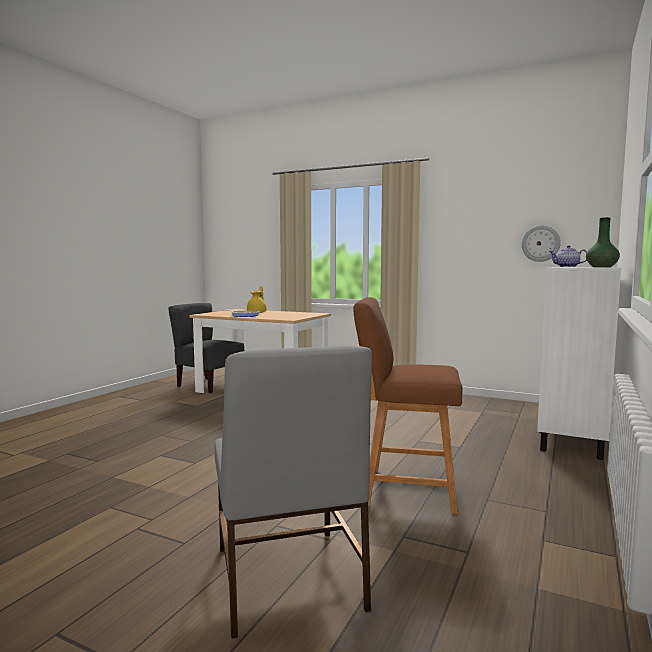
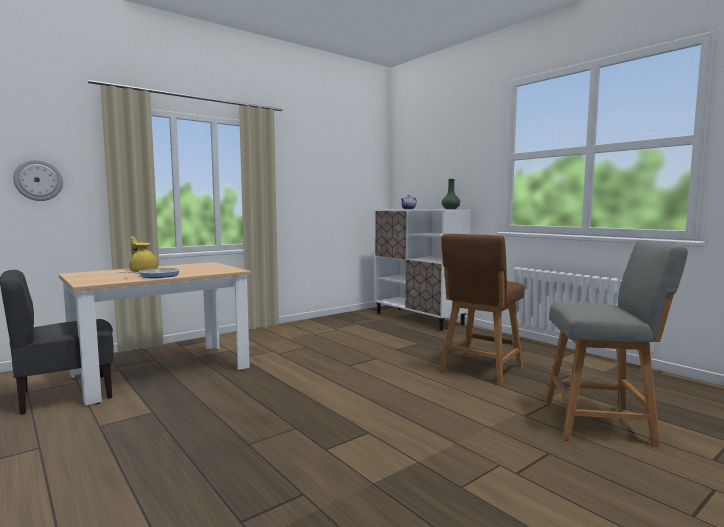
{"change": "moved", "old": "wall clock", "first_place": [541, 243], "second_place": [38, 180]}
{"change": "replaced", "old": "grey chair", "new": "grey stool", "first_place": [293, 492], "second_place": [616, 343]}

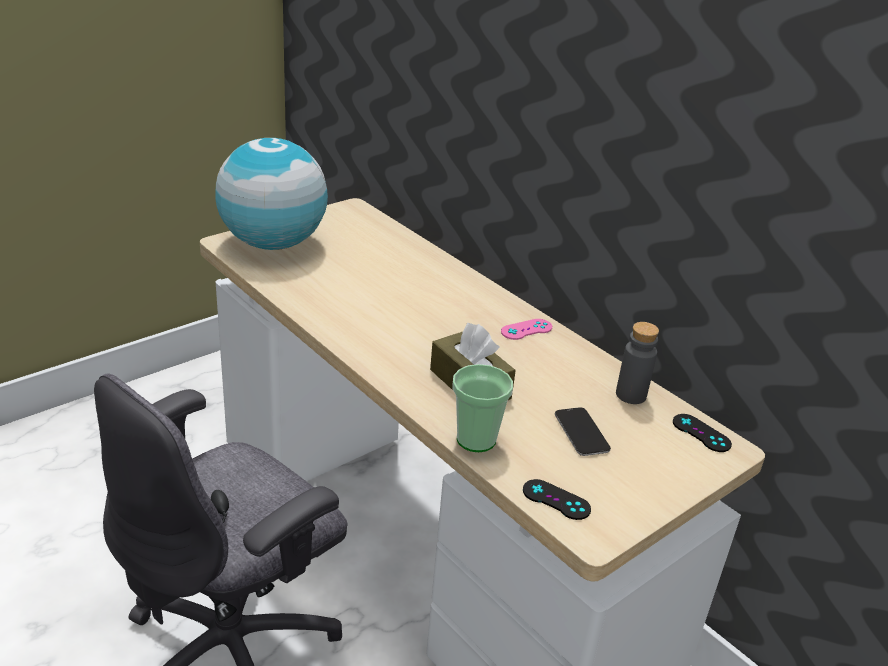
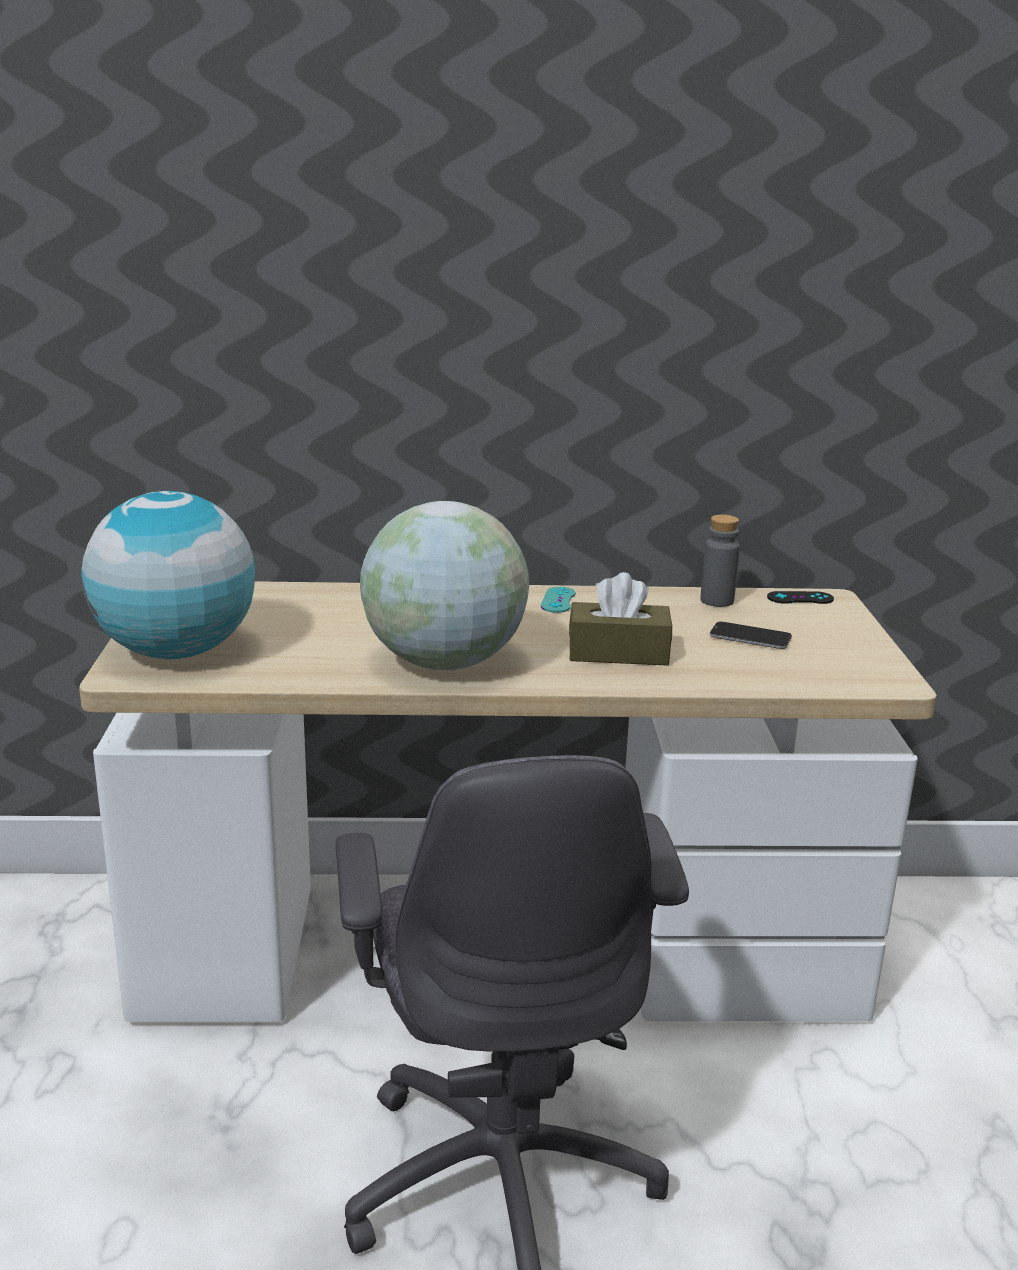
{"change": "removed", "old": "cup", "first_place": [482, 408]}
{"change": "removed", "old": "black game controller", "first_place": [557, 499]}
{"change": "added", "new": "globe", "second_place": [444, 585]}
{"change": "recoloured", "old": "pink game controller", "new": "turquoise game controller", "first_place": [526, 329], "second_place": [558, 600]}

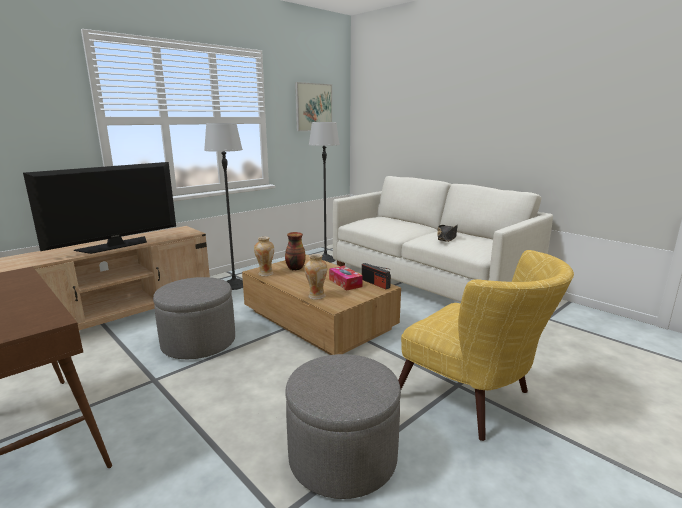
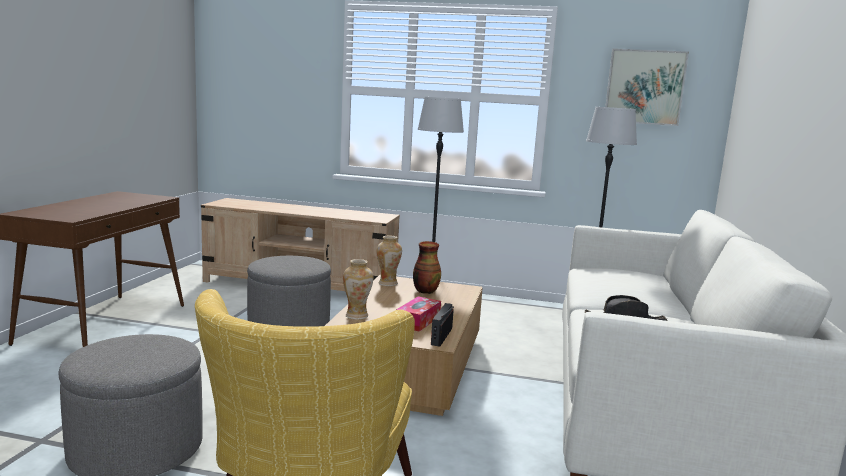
{"change": "removed", "old": "television", "first_place": [99, 208]}

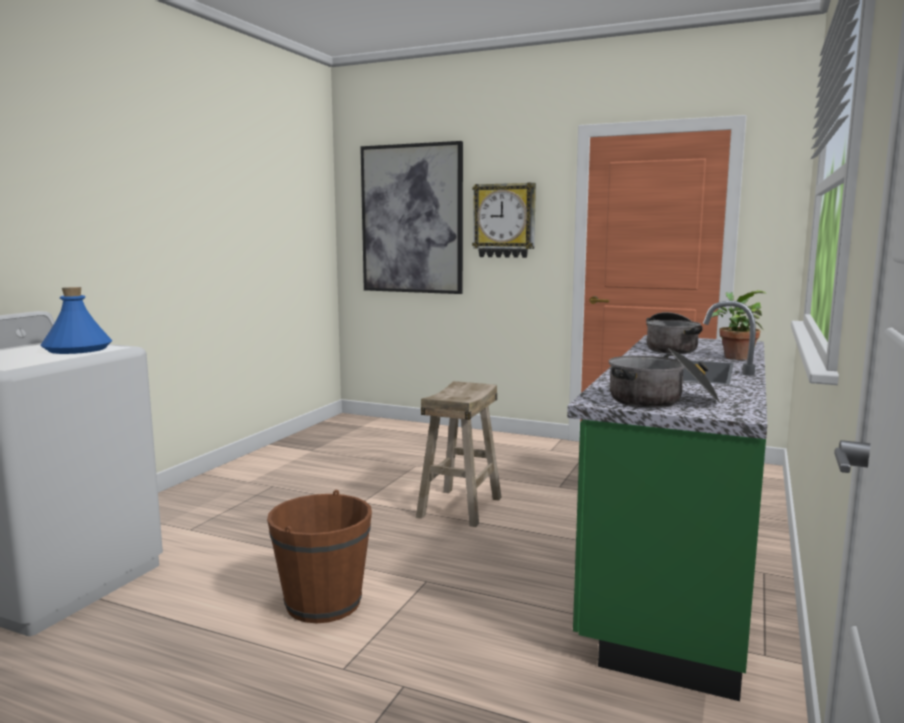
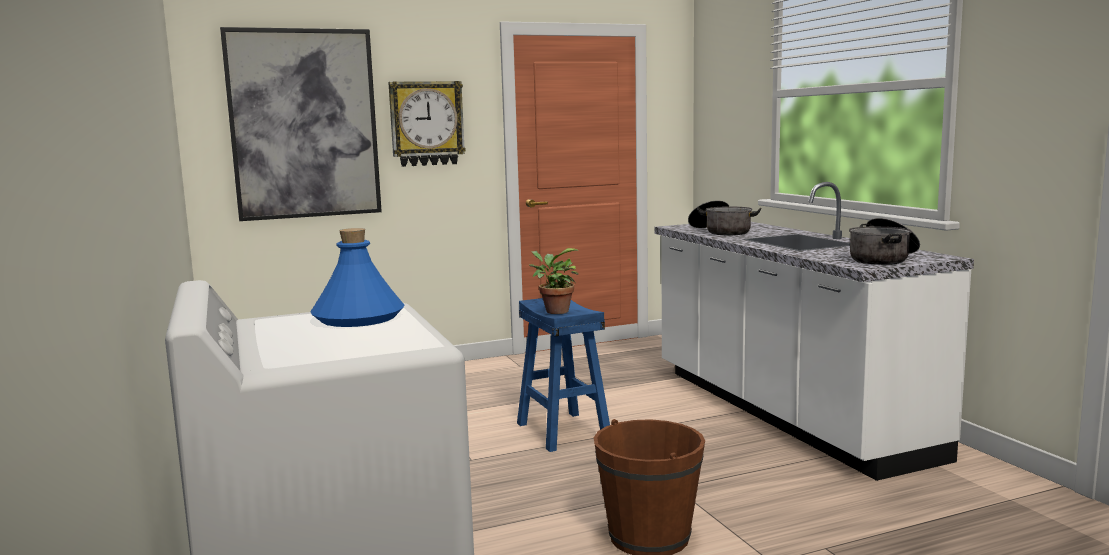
{"change": "moved", "old": "potted plant", "first_place": [738, 325], "second_place": [554, 281]}
{"change": "recoloured", "old": "beige stool", "new": "blue stool", "first_place": [459, 454], "second_place": [563, 375]}
{"change": "recoloured", "old": "green counter", "new": "white counter", "first_place": [667, 501], "second_place": [814, 331]}

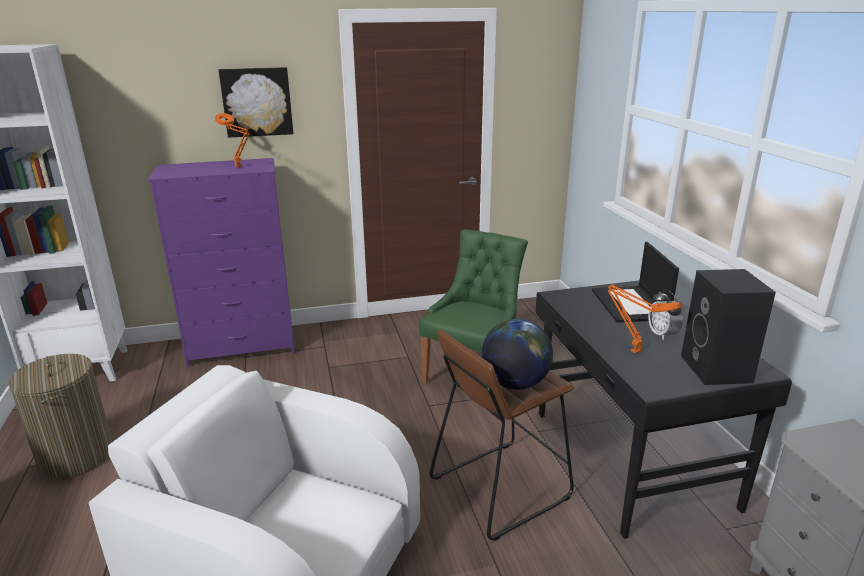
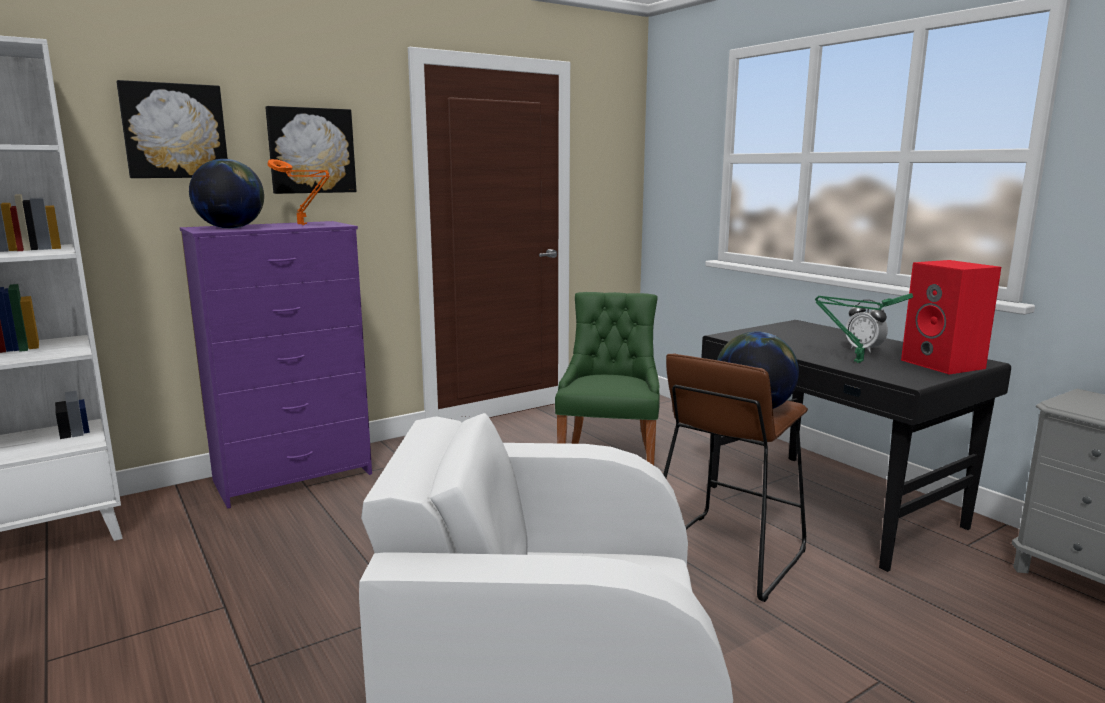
{"change": "removed", "old": "laundry basket", "first_place": [60, 416]}
{"change": "removed", "old": "laptop", "first_place": [635, 282]}
{"change": "added", "new": "picture", "second_place": [172, 129]}
{"change": "added", "new": "globe", "second_place": [226, 194]}
{"change": "recoloured", "old": "orange table lamp", "new": "green table lamp", "first_place": [644, 318], "second_place": [864, 328]}
{"change": "recoloured", "old": "black speaker", "new": "red speaker", "first_place": [728, 327], "second_place": [951, 317]}

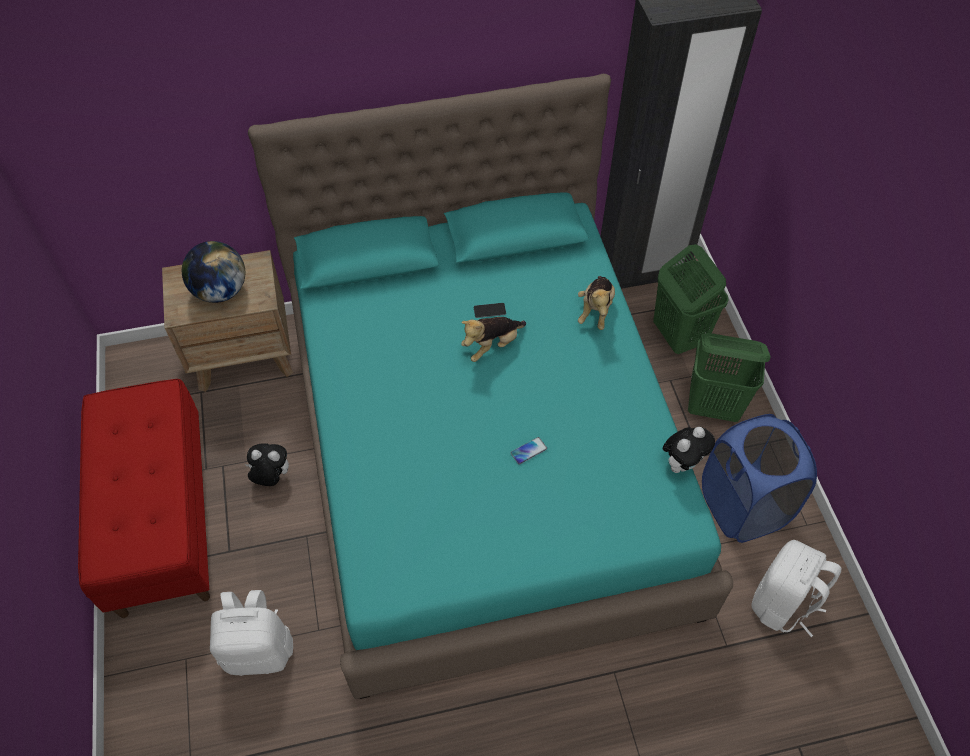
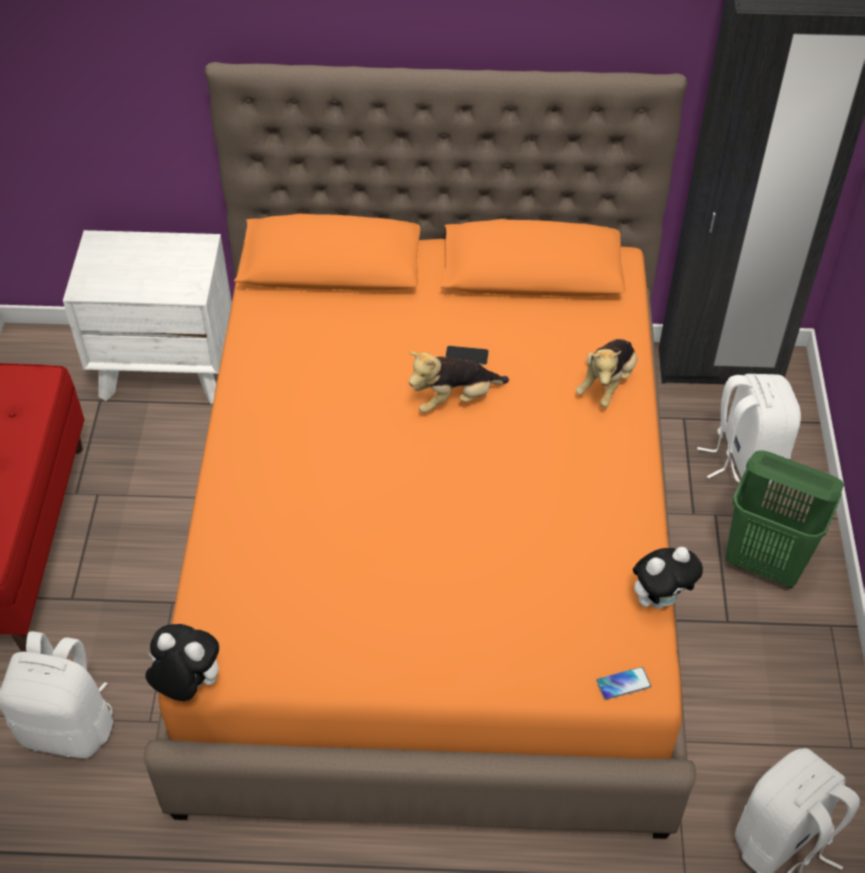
{"change": "removed", "old": "globe", "first_place": [213, 272]}
{"change": "removed", "old": "blue laundry basket", "first_place": [759, 478]}
{"change": "moved", "old": "plush toy", "first_place": [267, 464], "second_place": [182, 662]}
{"change": "moved", "old": "phone", "first_place": [529, 450], "second_place": [623, 683]}
{"change": "replaced", "old": "green laundry basket", "new": "white backpack", "first_place": [691, 299], "second_place": [749, 429]}
{"change": "recoloured", "old": "brown nightstand", "new": "white nightstand", "first_place": [227, 321], "second_place": [147, 317]}
{"change": "recoloured", "old": "turquoise bed", "new": "orange bed", "first_place": [490, 386], "second_place": [420, 450]}

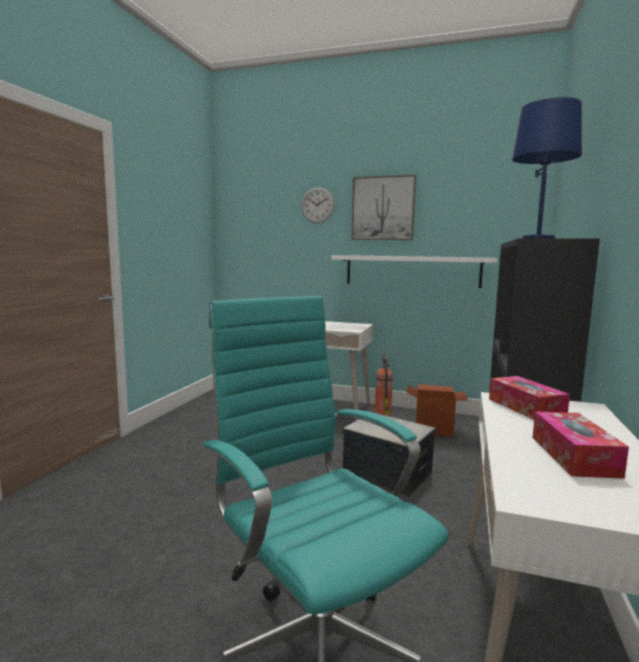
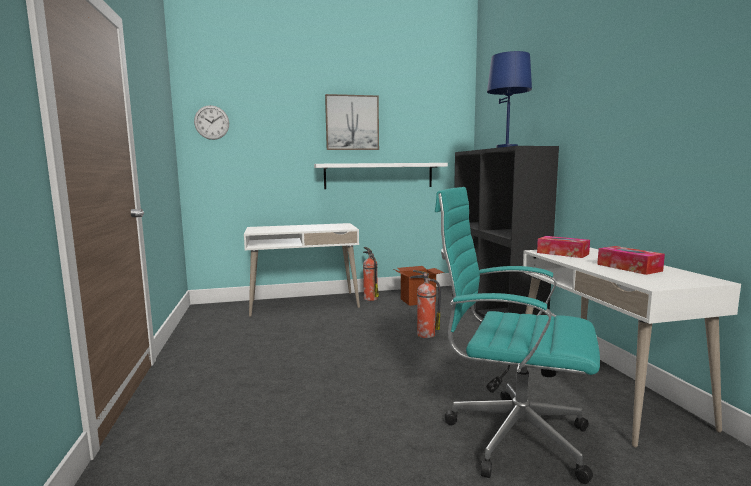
{"change": "moved", "old": "wall clock", "first_place": [317, 205], "second_place": [211, 122]}
{"change": "replaced", "old": "storage box", "new": "fire extinguisher", "first_place": [389, 456], "second_place": [425, 304]}

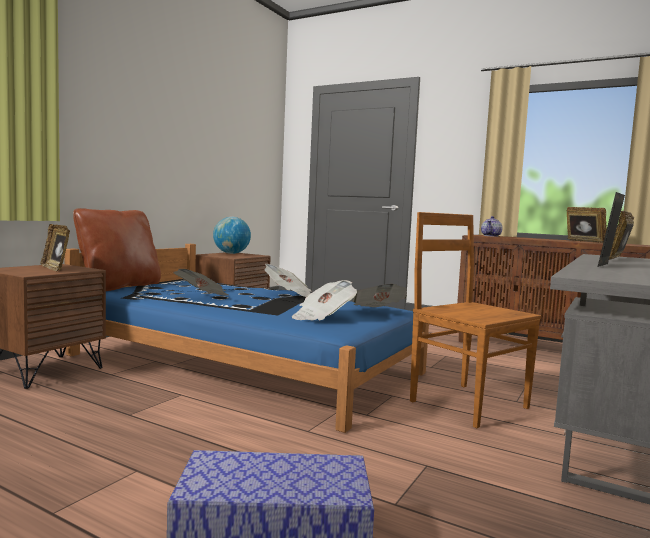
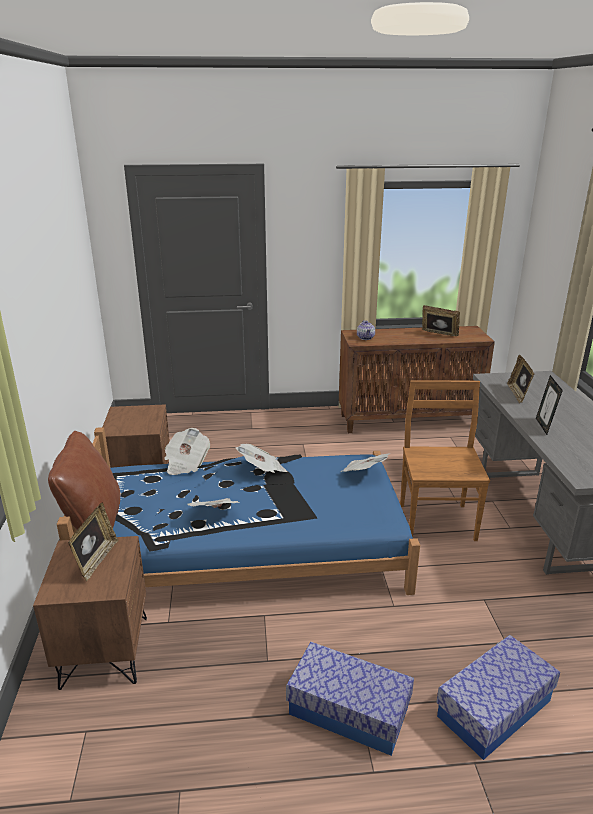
{"change": "removed", "old": "globe", "first_place": [232, 235]}
{"change": "added", "new": "storage box", "second_place": [350, 699]}
{"change": "moved", "old": "newspaper", "first_place": [324, 300], "second_place": [187, 451]}
{"change": "turned", "old": "picture frame", "first_place": [55, 248], "second_place": [93, 542], "degrees": -90}
{"change": "turned", "old": "brown chair", "first_place": [475, 320], "second_place": [445, 460], "degrees": 75}

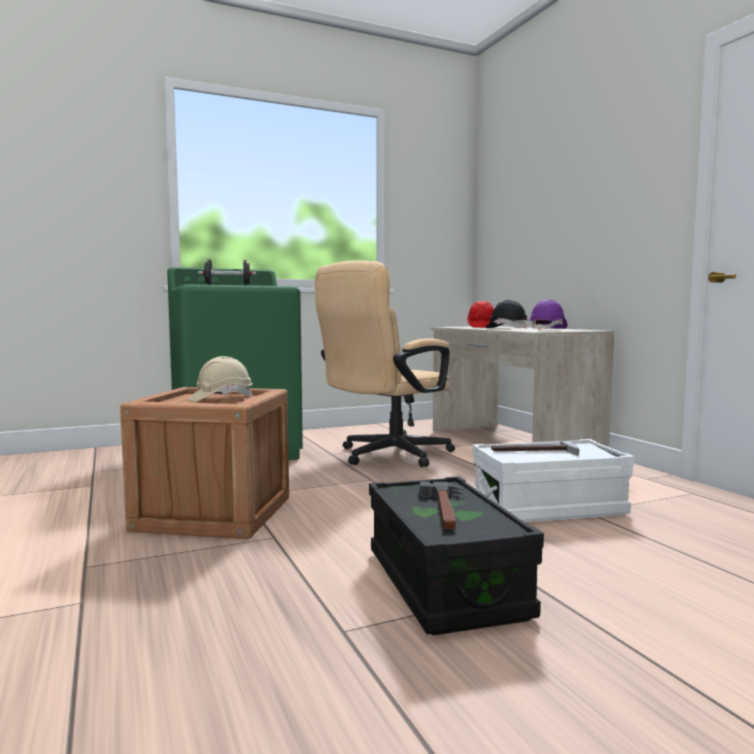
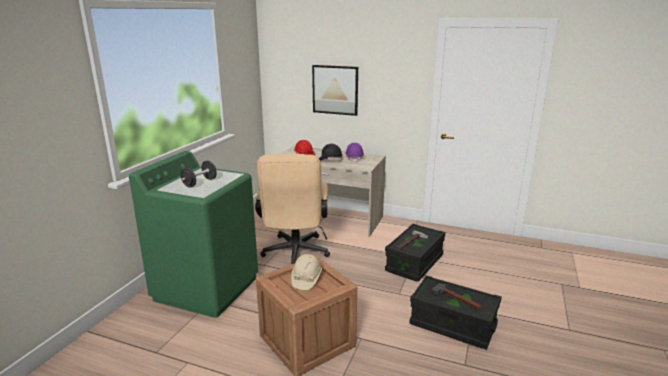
{"change": "added", "new": "picture", "second_place": [335, 90]}
{"change": "recoloured", "old": "white storage box", "new": "black storage box", "first_place": [553, 481], "second_place": [415, 253]}

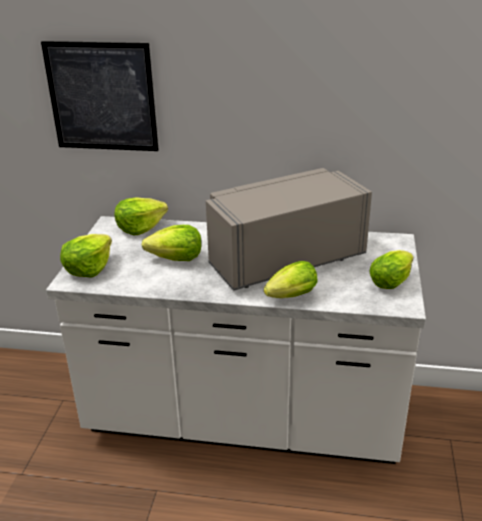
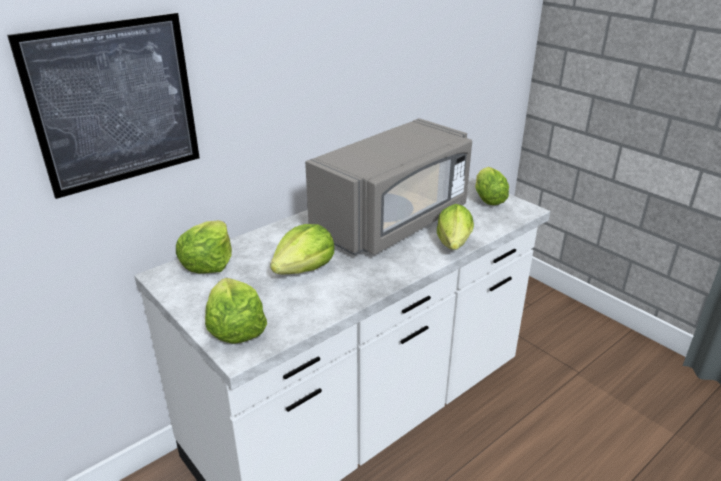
{"change": "turned", "old": "grey microwave", "first_place": [289, 229], "second_place": [388, 187], "degrees": -150}

